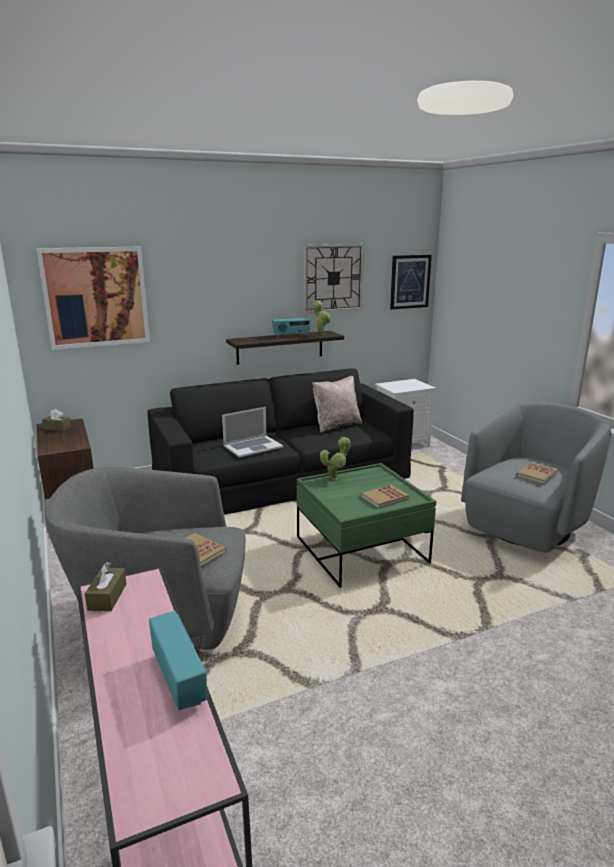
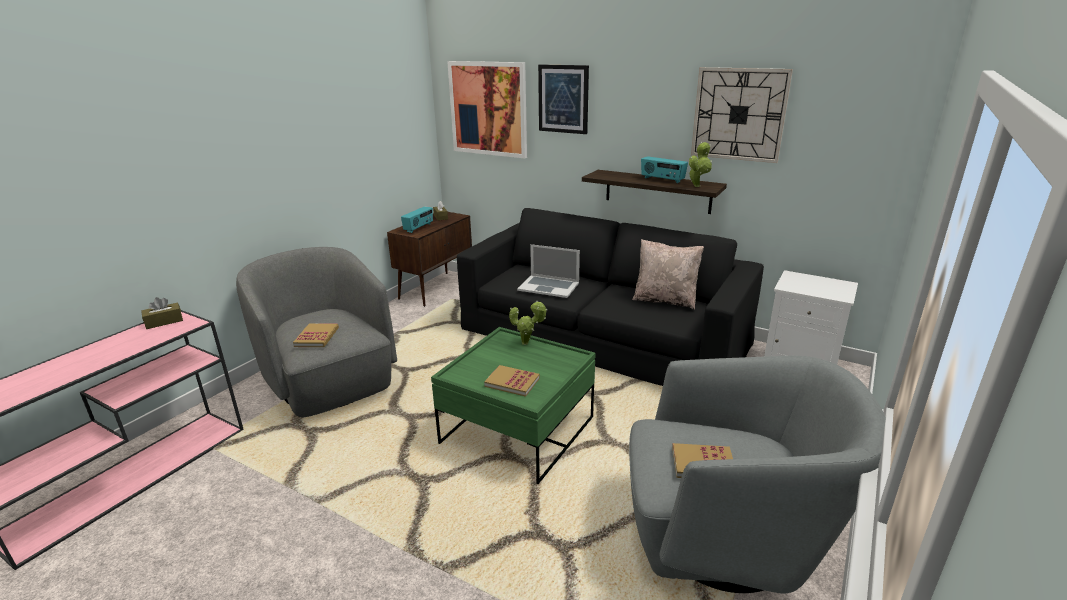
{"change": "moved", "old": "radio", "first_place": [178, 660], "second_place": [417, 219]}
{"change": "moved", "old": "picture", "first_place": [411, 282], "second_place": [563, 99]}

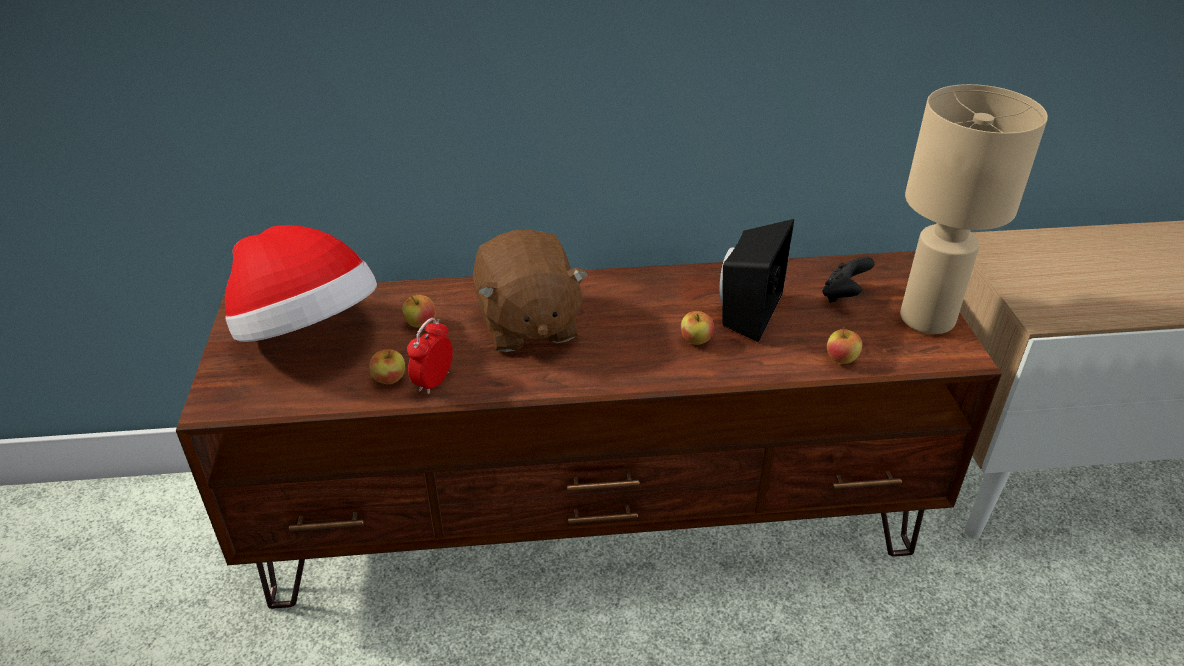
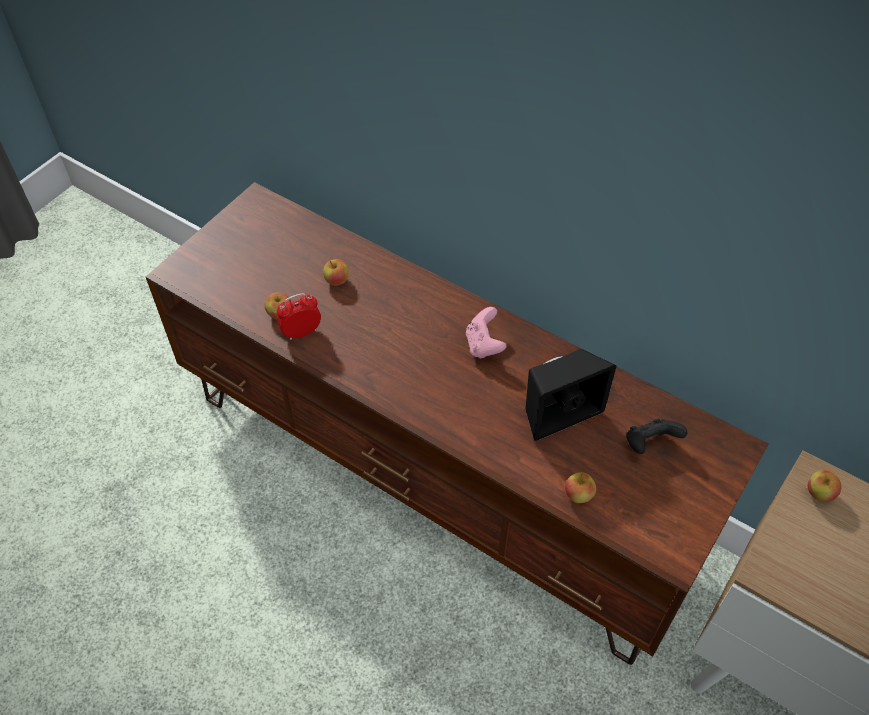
{"change": "removed", "old": "hat", "first_place": [301, 283]}
{"change": "removed", "old": "brown plush toy", "first_place": [530, 291]}
{"change": "removed", "old": "beige table lamp", "first_place": [974, 209]}
{"change": "added", "new": "pink game controller", "second_place": [486, 333]}
{"change": "moved", "old": "apple", "first_place": [697, 328], "second_place": [824, 486]}

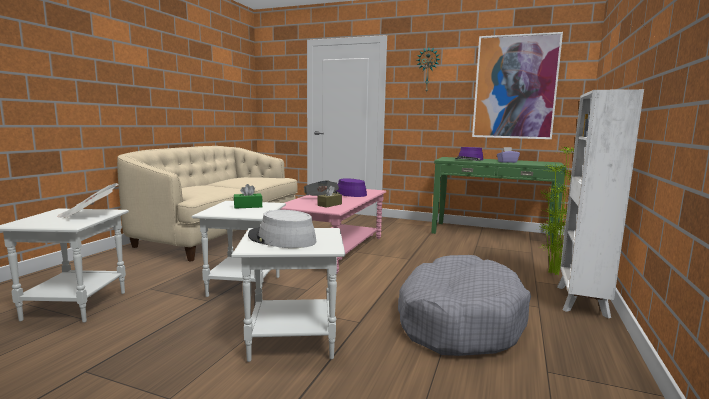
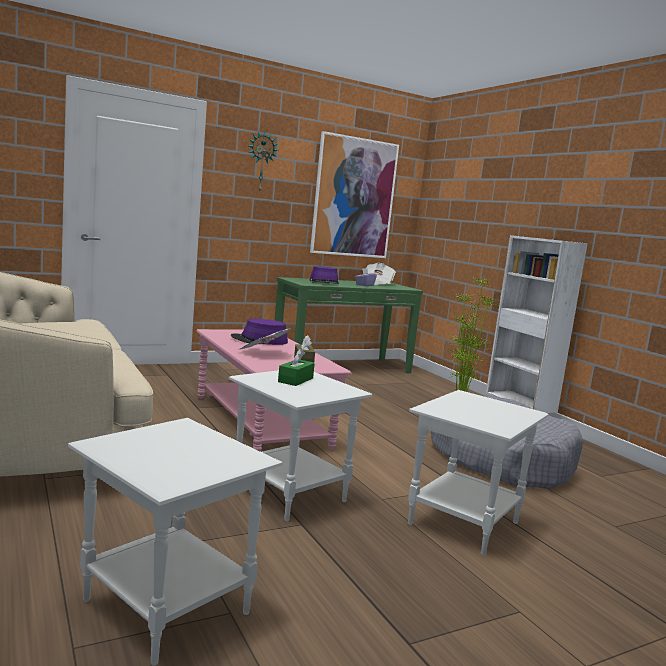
{"change": "removed", "old": "grey hat", "first_place": [282, 229]}
{"change": "moved", "old": "newspaper", "first_place": [88, 200], "second_place": [380, 274]}

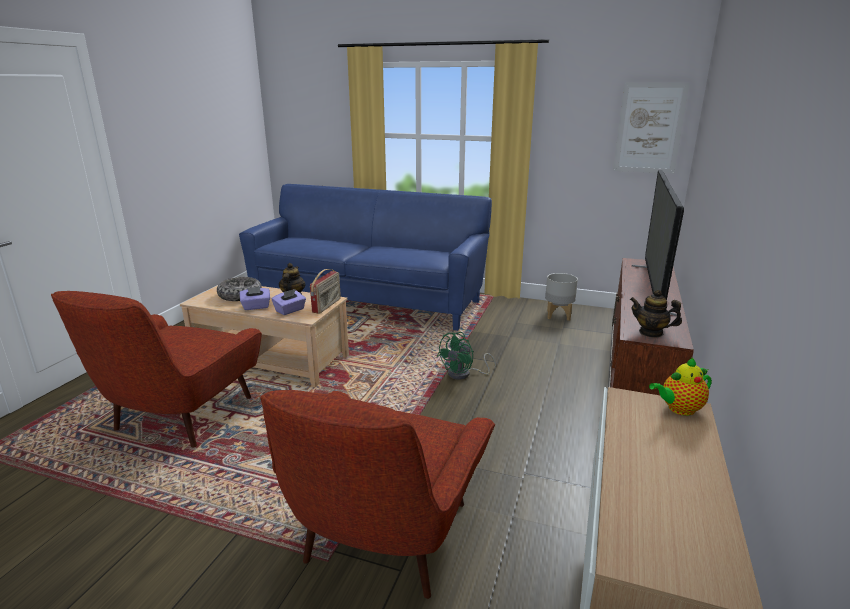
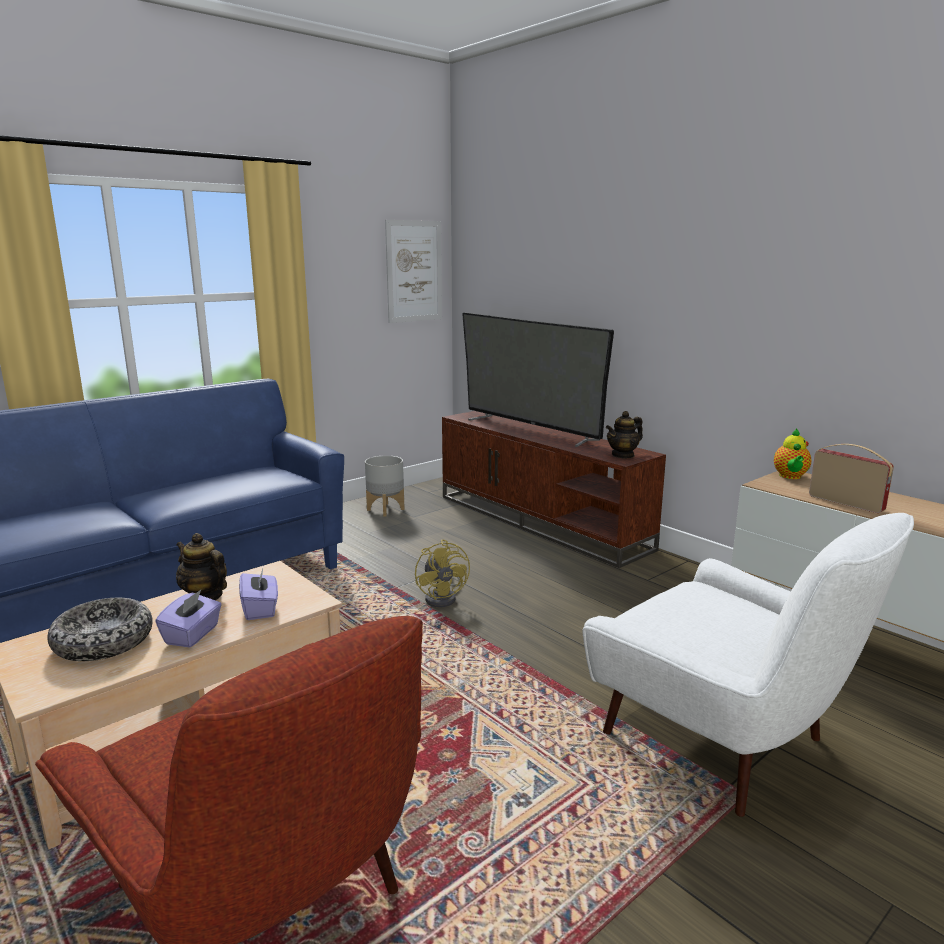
{"change": "moved", "old": "radio", "first_place": [325, 291], "second_place": [851, 478]}
{"change": "recoloured", "old": "red armchair", "new": "white armchair", "first_place": [377, 494], "second_place": [748, 665]}
{"change": "recoloured", "old": "green fan", "new": "yellow fan", "first_place": [466, 356], "second_place": [442, 573]}

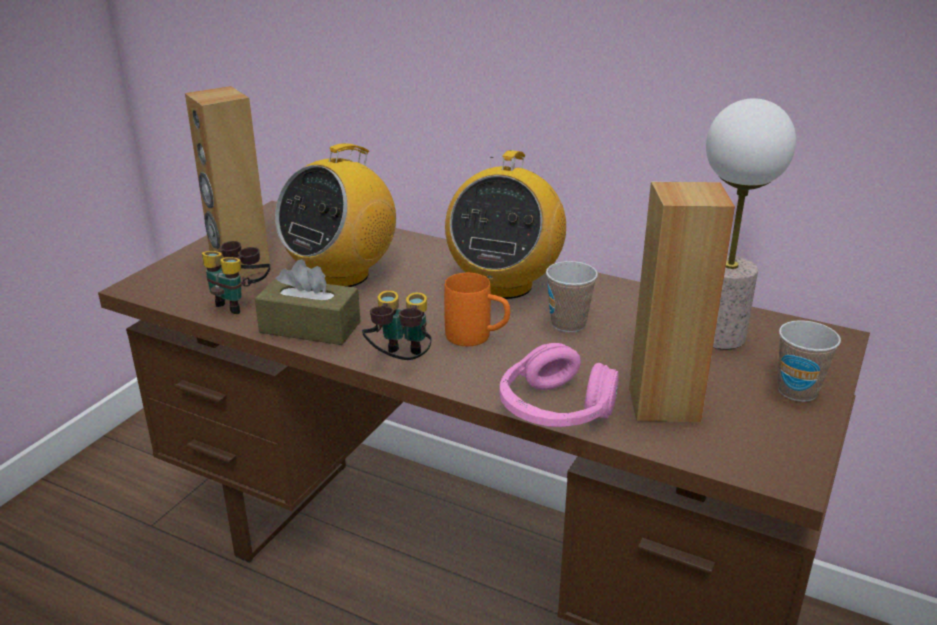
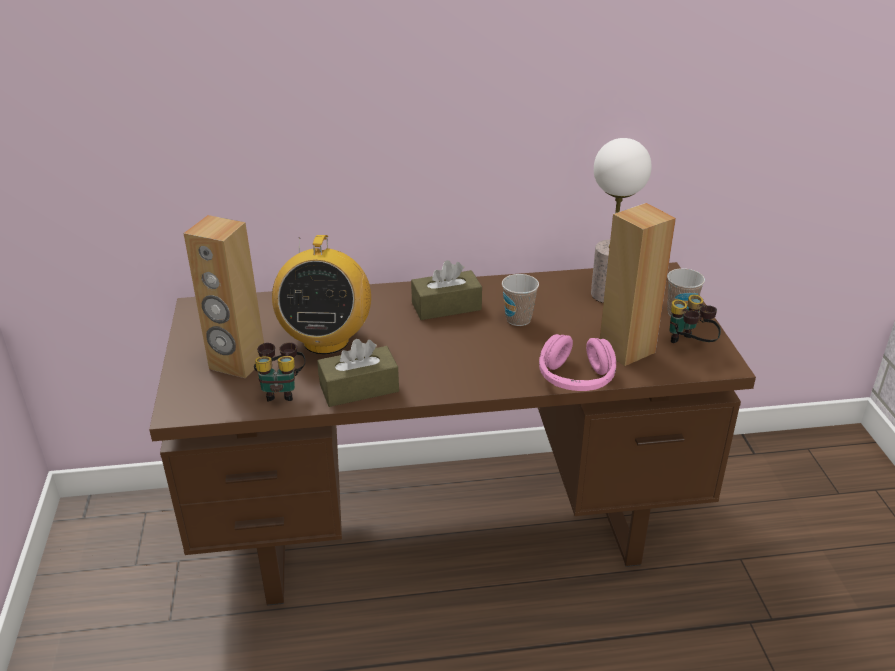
{"change": "removed", "old": "orange mug", "first_place": [477, 309]}
{"change": "moved", "old": "binoculars", "first_place": [397, 325], "second_place": [695, 319]}
{"change": "replaced", "old": "radio", "new": "brown tissue box", "first_place": [505, 224], "second_place": [446, 290]}

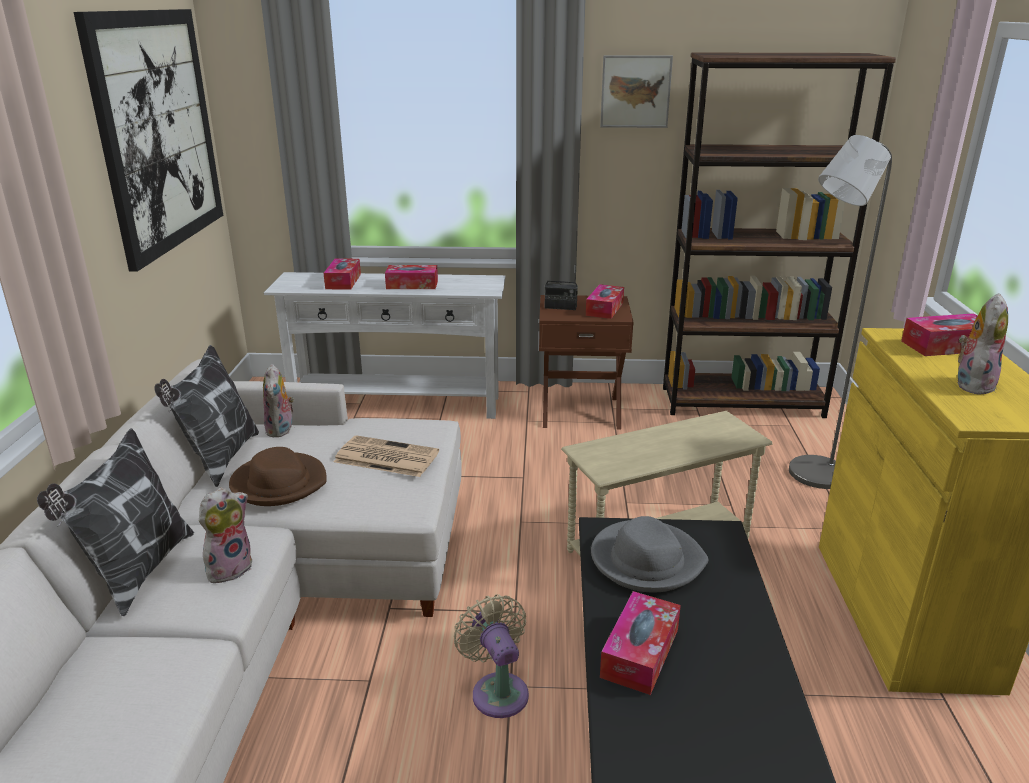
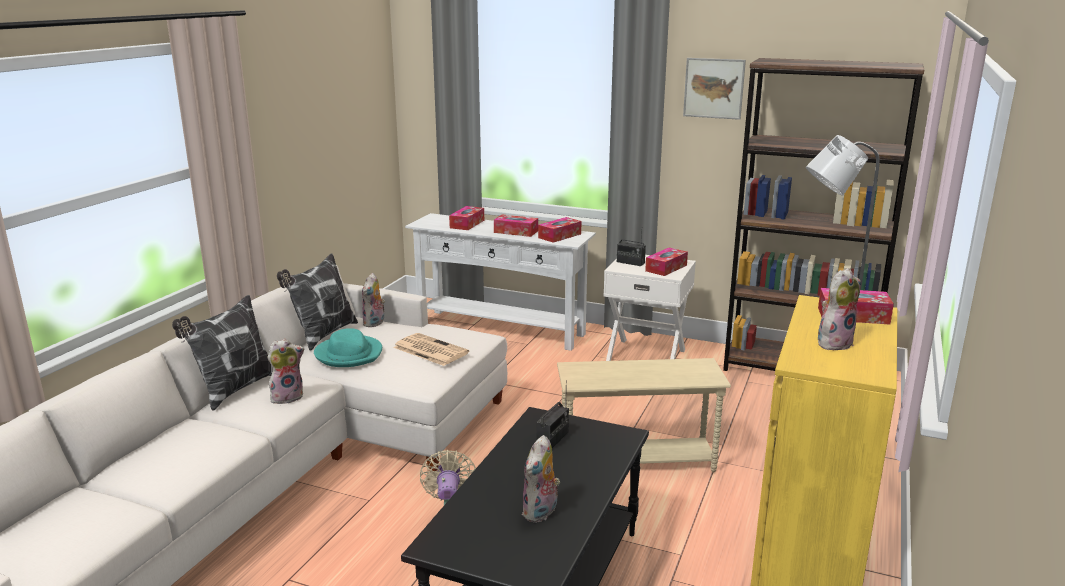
{"change": "removed", "old": "picture", "first_place": [148, 140]}
{"change": "added", "new": "plush toy", "second_place": [541, 479]}
{"change": "moved", "old": "tissue box", "first_place": [640, 643], "second_place": [559, 230]}
{"change": "replaced", "old": "grey hat", "new": "radio", "first_place": [650, 554], "second_place": [552, 414]}
{"change": "recoloured", "old": "brown hat", "new": "turquoise hat", "first_place": [278, 476], "second_place": [348, 347]}
{"change": "recoloured", "old": "brown nightstand", "new": "white nightstand", "first_place": [586, 362], "second_place": [649, 308]}

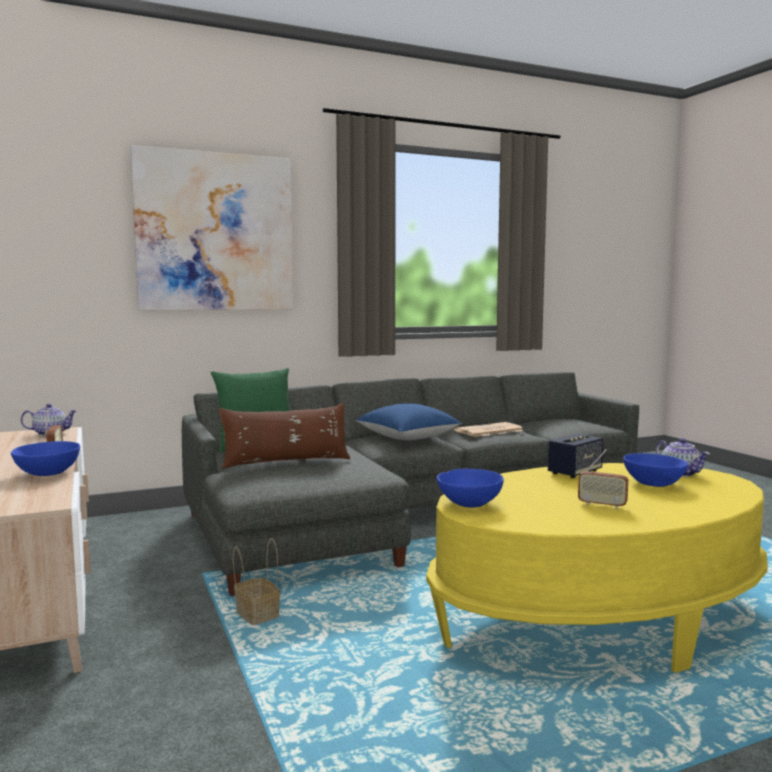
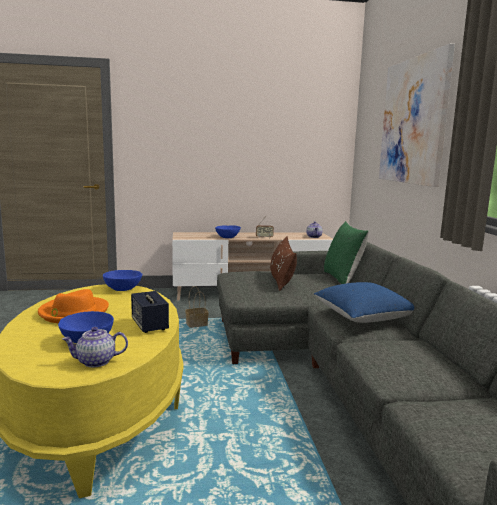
{"change": "removed", "old": "newspaper", "first_place": [489, 429]}
{"change": "replaced", "old": "radio", "new": "orange hat", "first_place": [603, 479], "second_place": [73, 306]}

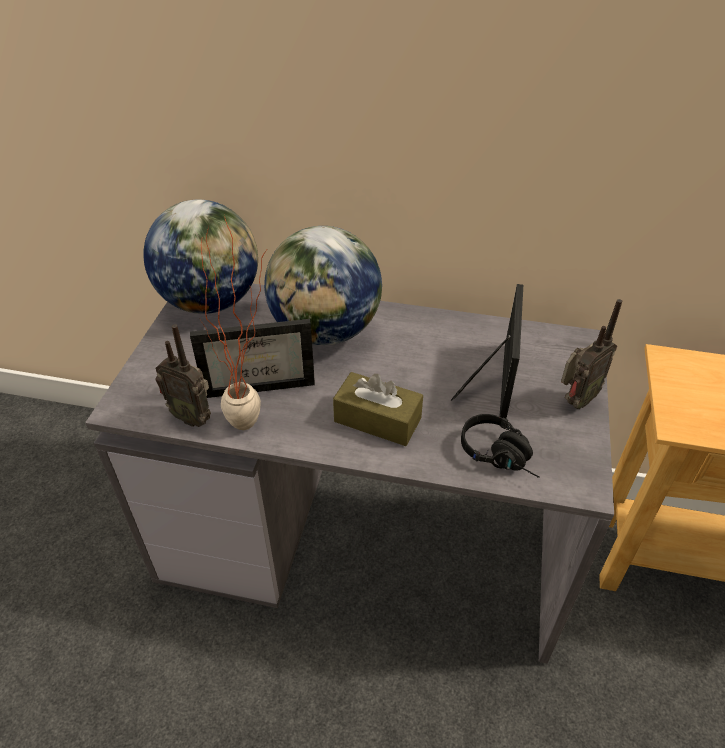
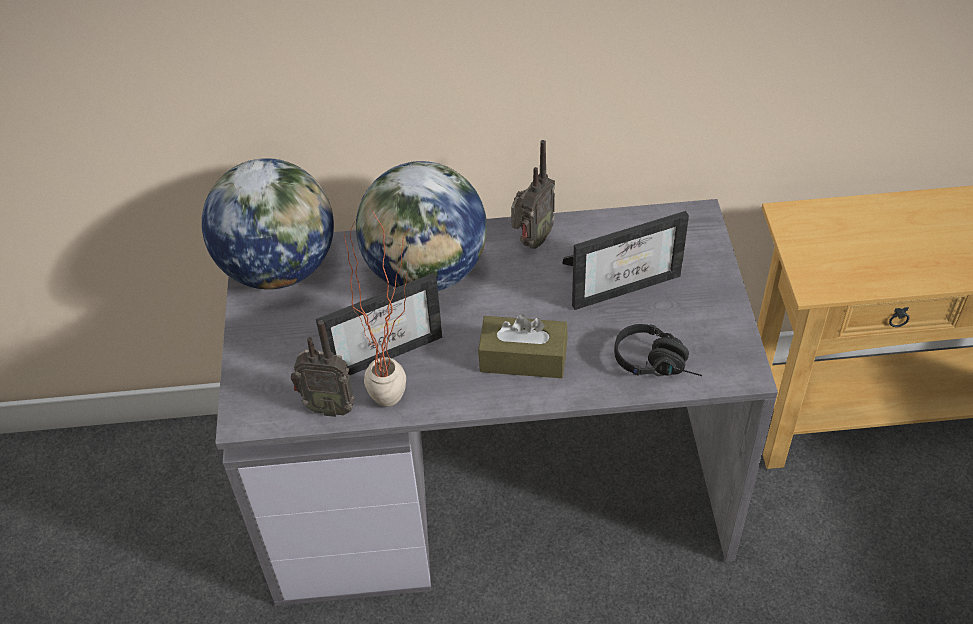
{"change": "moved", "old": "radio", "first_place": [591, 354], "second_place": [533, 194]}
{"change": "turned", "old": "picture frame", "first_place": [487, 351], "second_place": [625, 260], "degrees": 75}

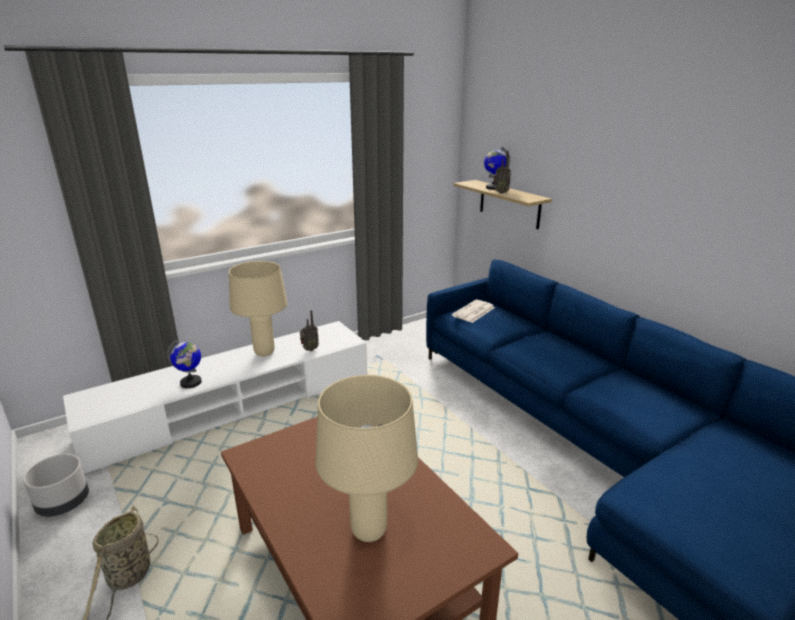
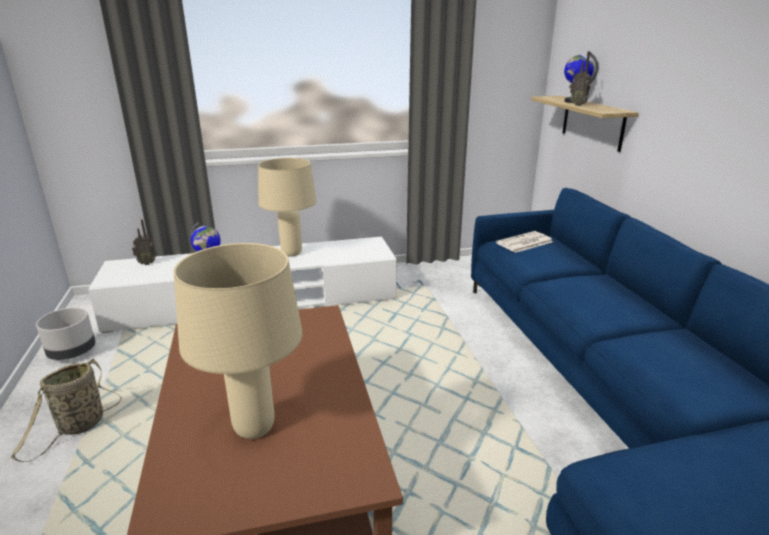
{"change": "moved", "old": "radio", "first_place": [309, 330], "second_place": [144, 242]}

